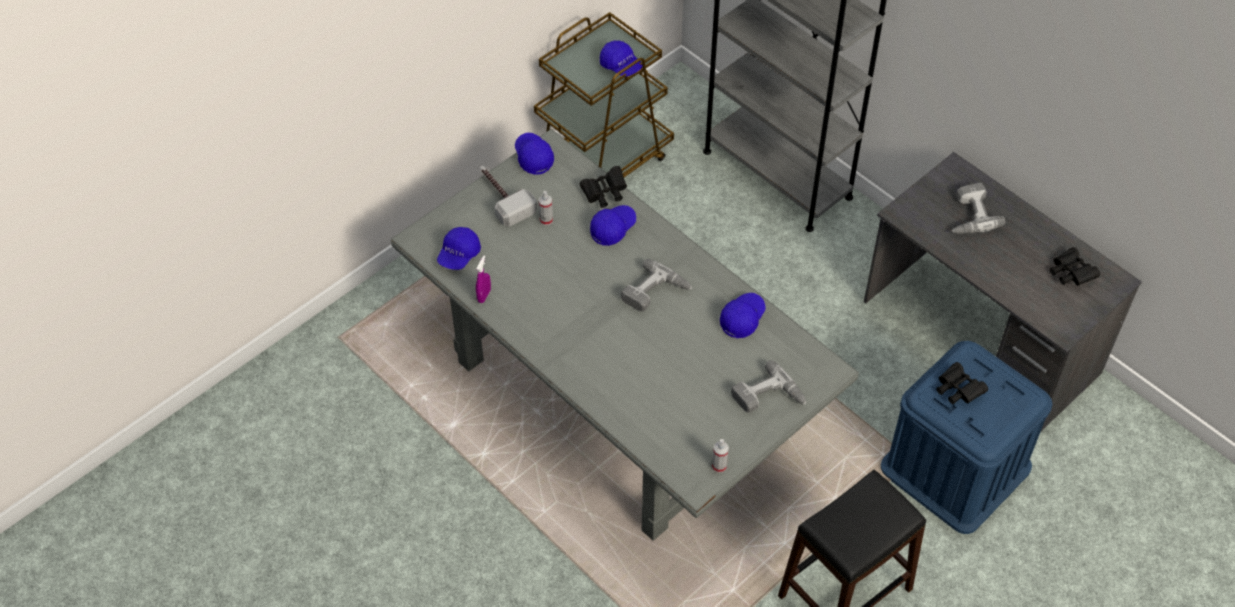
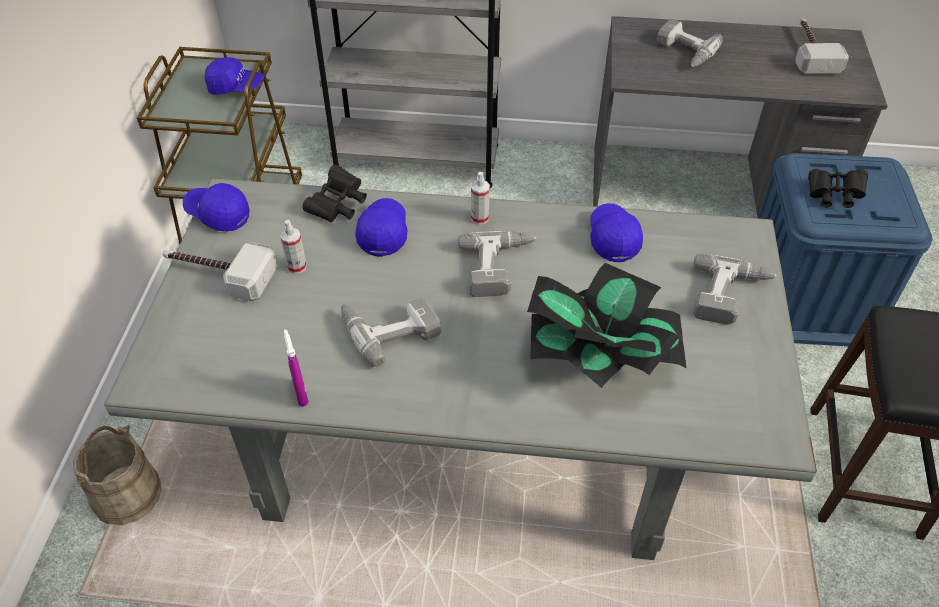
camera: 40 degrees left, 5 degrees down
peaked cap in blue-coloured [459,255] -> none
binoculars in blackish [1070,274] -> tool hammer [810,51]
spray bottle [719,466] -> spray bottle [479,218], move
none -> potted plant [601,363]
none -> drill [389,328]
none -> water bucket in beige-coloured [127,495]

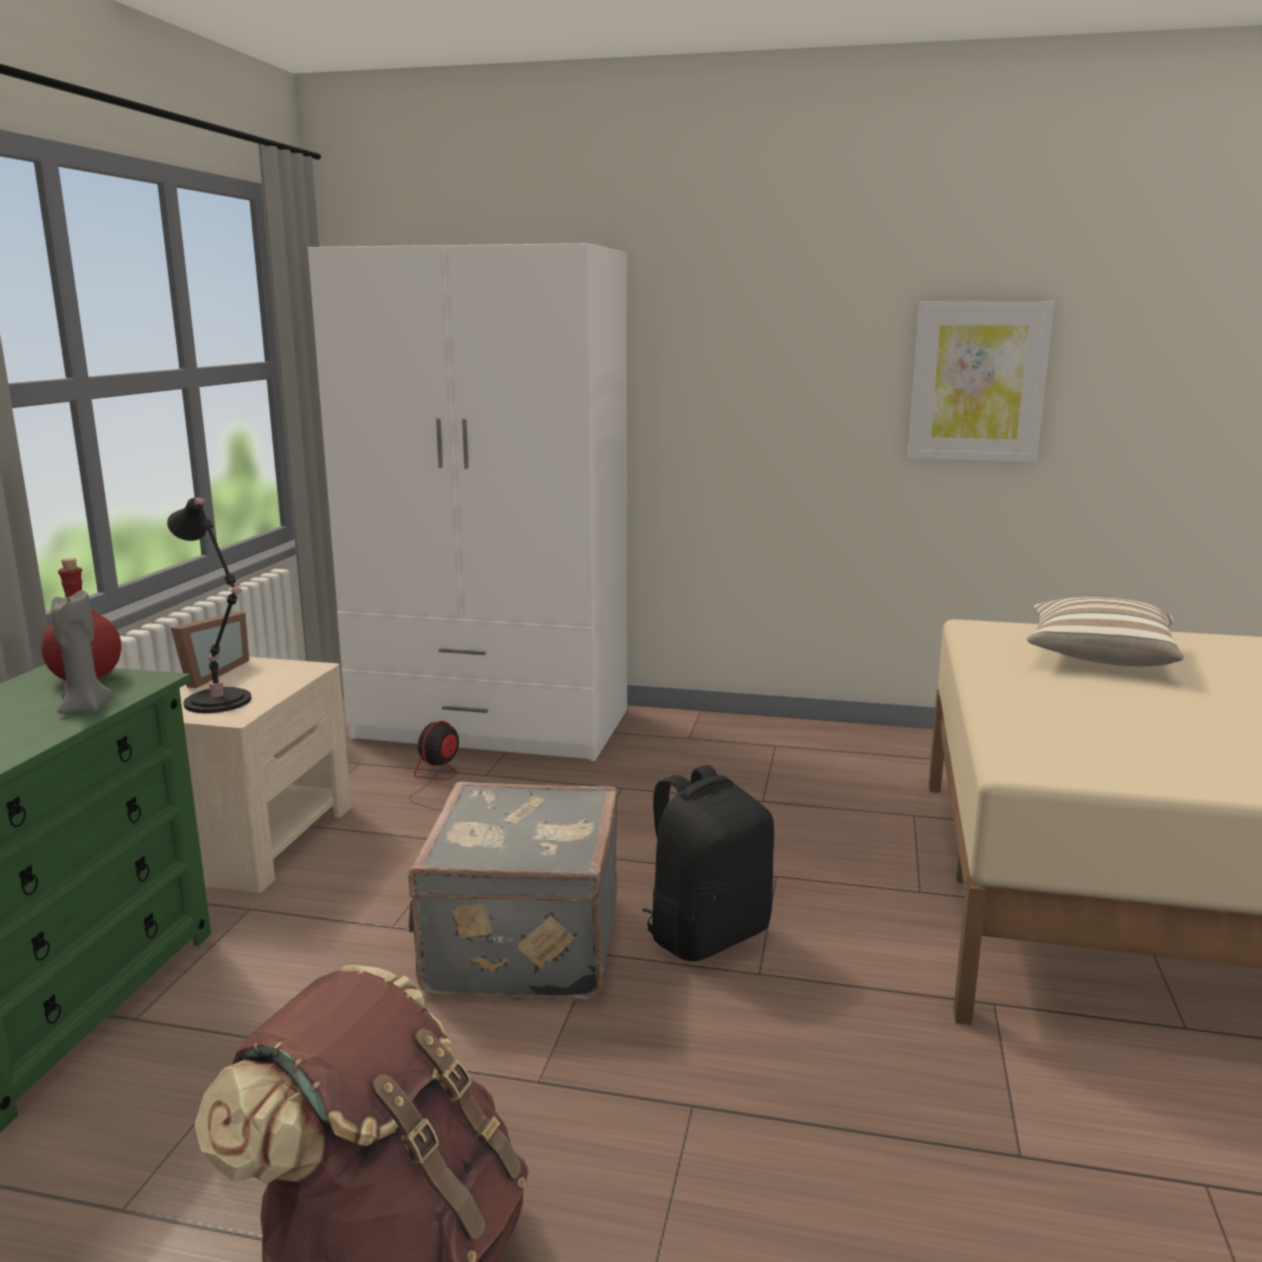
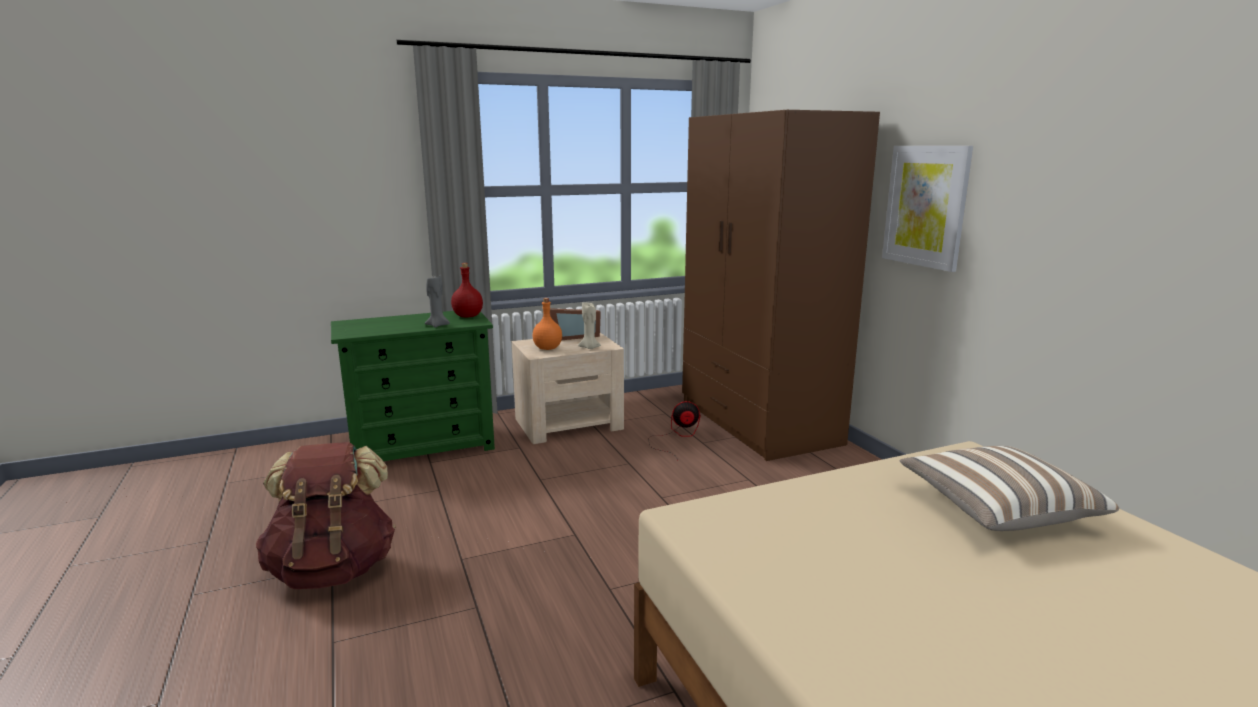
camera: 55 degrees right, 0 degrees up
wardrobe in whitish [493,725] -> wardrobe in brownish [757,422]
wall picture [978,382] -> wall picture [926,206], move
table lamp in blackish [220,703] -> drink bottle in orangey [547,348]
knapsack in blackish [707,934] -> none
travel case in greyish [519,945] -> none
none -> wax light in beige-coloured [589,348]

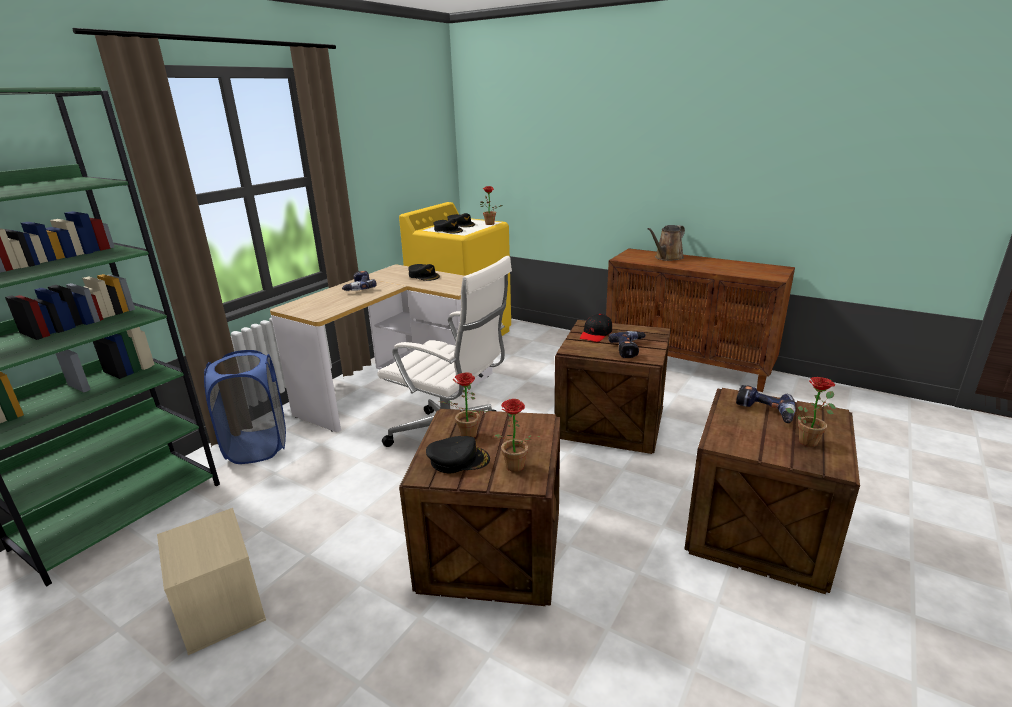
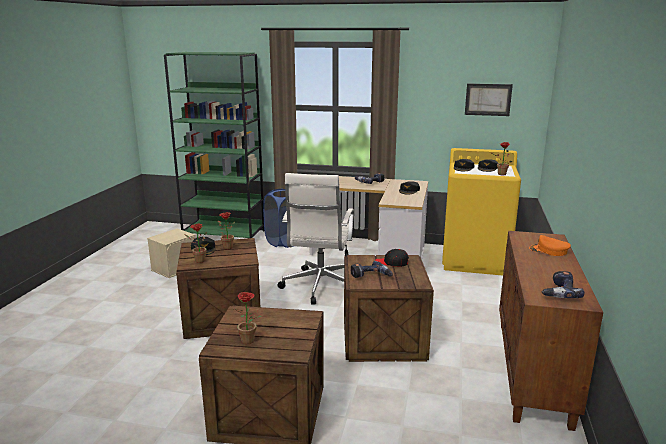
camera: 70 degrees right, 5 degrees down
watering pot in brownish [667,258] -> peaked cap in orangey [549,250]
drill [763,412] -> drill [558,292], move
none -> wall picture [488,99]

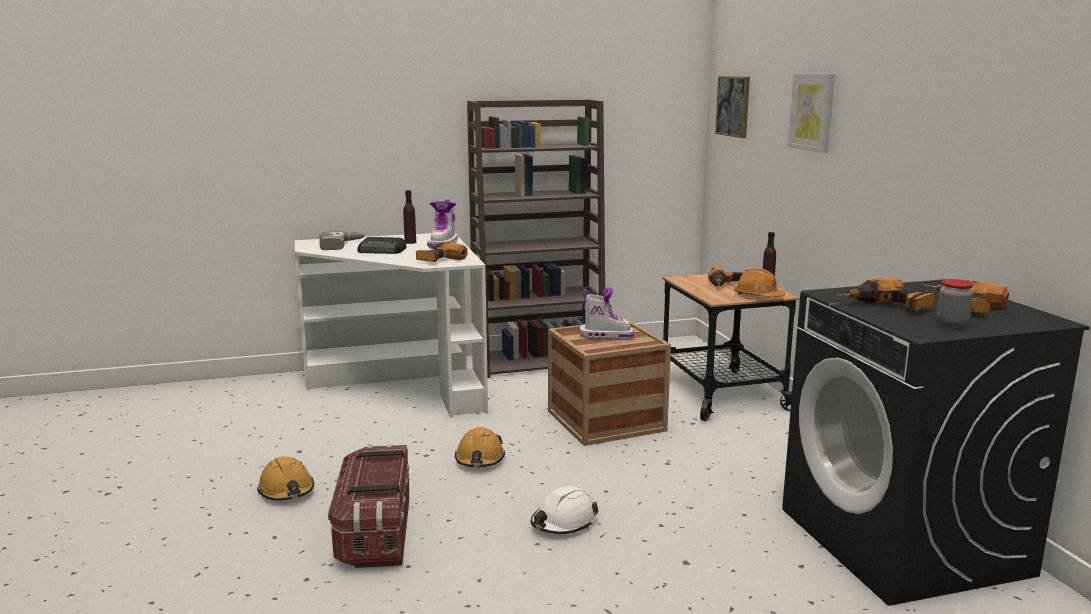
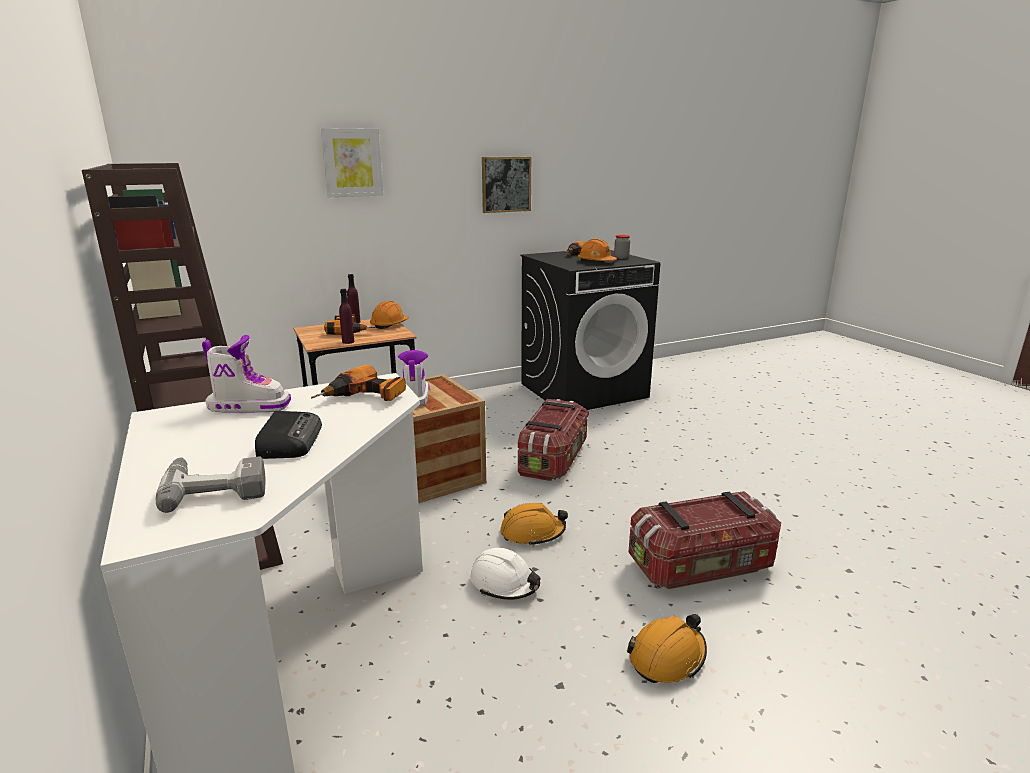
camera: 100 degrees left, 5 degrees up
wall picture [733,106] -> wall picture [506,184], move
drink bottle in purple-coloured [410,242] -> drink bottle in purple-coloured [348,342], move
drill [888,307] -> work helmet in orangey [596,262]
work helmet in whitish [563,522] -> work helmet in whitish [504,583], move
none -> storage box [554,458]

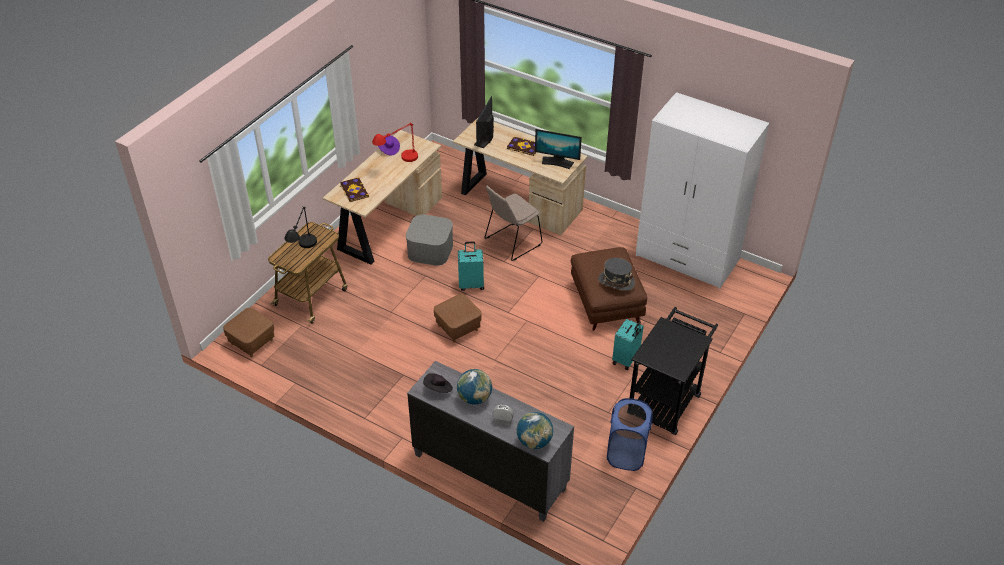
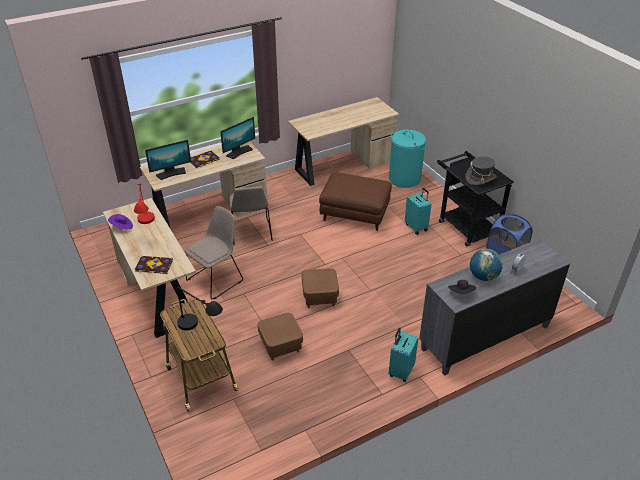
camera: 60 degrees left, 5 degrees down
wardrobe in whitish [687,258] -> desk unit in beige-coloured [342,165]
computer screen [485,138] -> computer screen [171,173], 75 degrees counterclockwise
storage box in greyish [430,250] -> upright chair in beige-coloured [216,279]
travel case in turquoise-coloured [471,284] -> travel case in turquoise-coloured [400,371], move
clothing hat in greyish [616,282] -> clothing hat in greyish [480,178], move
pouffe in brownish [252,342] -> pouffe in brownish [281,346], move
globe [534,441] -> none
none -> laundry basket in turquoise-coloured [405,179]

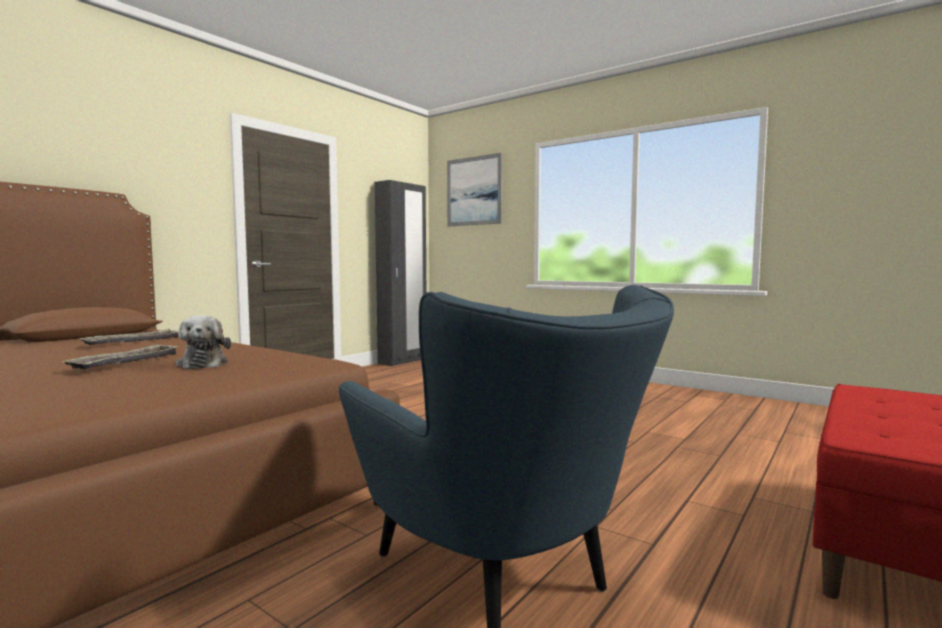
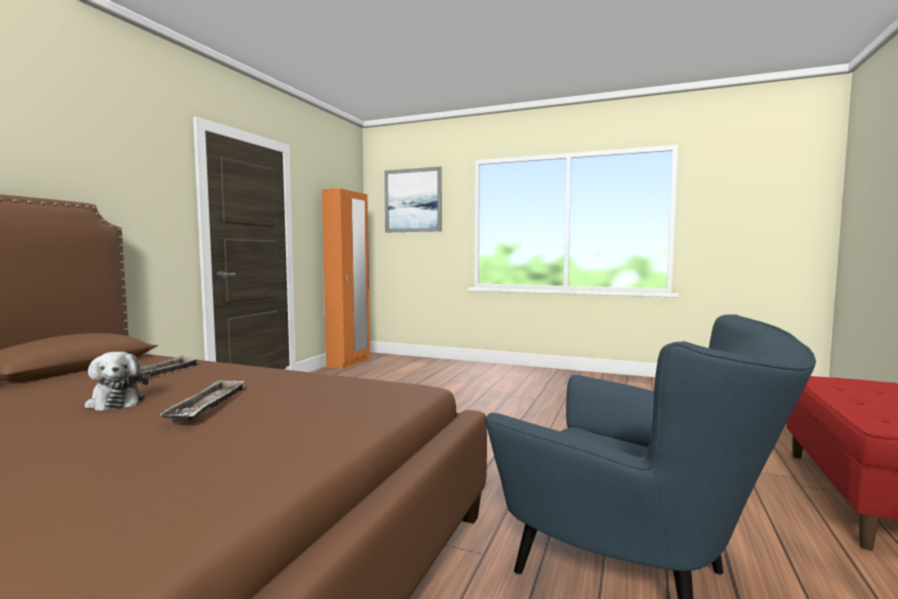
camera: 15 degrees left, 0 degrees up
wardrobe in blackish [403,361] -> wardrobe in orangey [349,363]
plush toy [203,363] -> plush toy [116,402], move

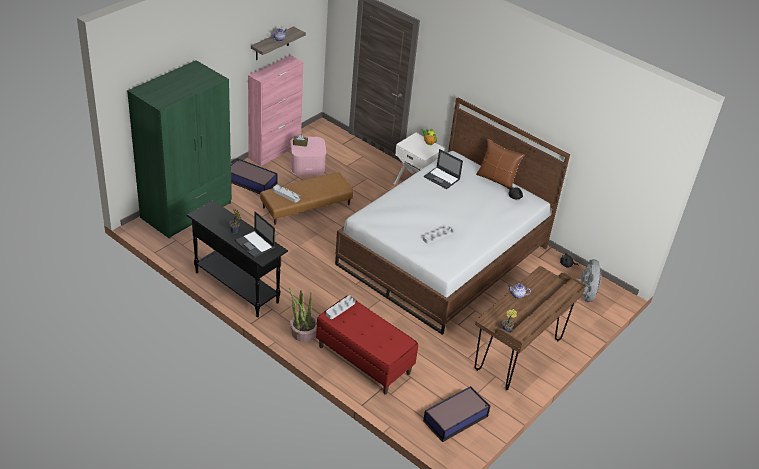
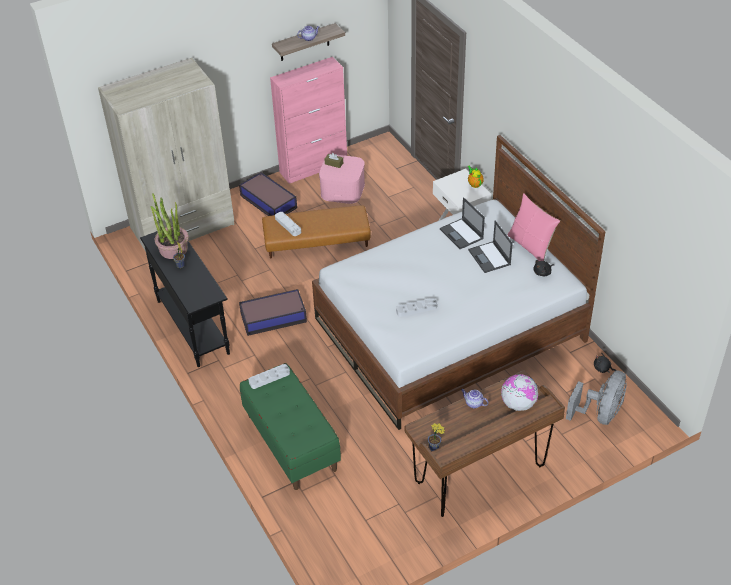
camera: 25 degrees right, 5 degrees up
wardrobe in greenish [187,210] -> wardrobe in beige-coloured [183,226]
pillow in brownish [496,179] -> pillow in pink [530,246]
notebook computer [255,244] -> notebook computer [489,257], move
potted plant [303,332] -> potted plant [173,249], move
long seat in reddish [364,360] -> long seat in greenish [291,442]
storage box [456,418] -> storage box [274,318], move
none -> globe [518,404]

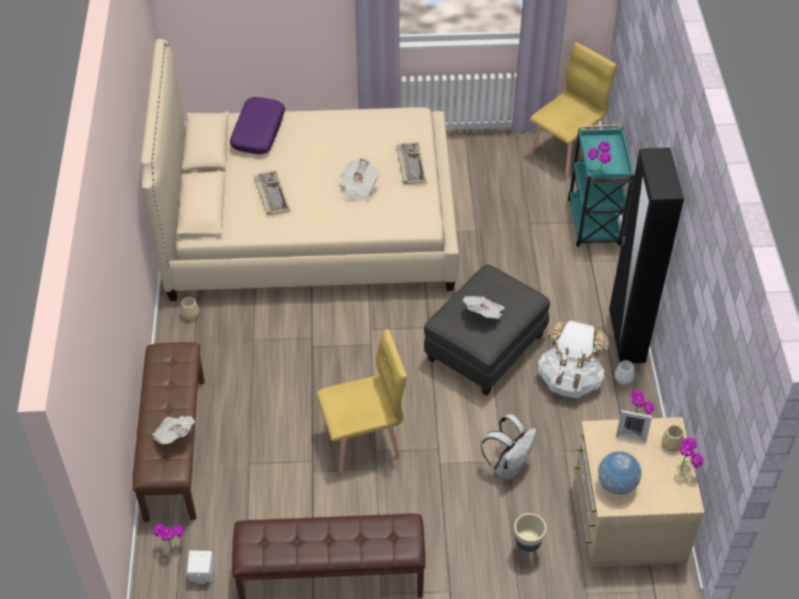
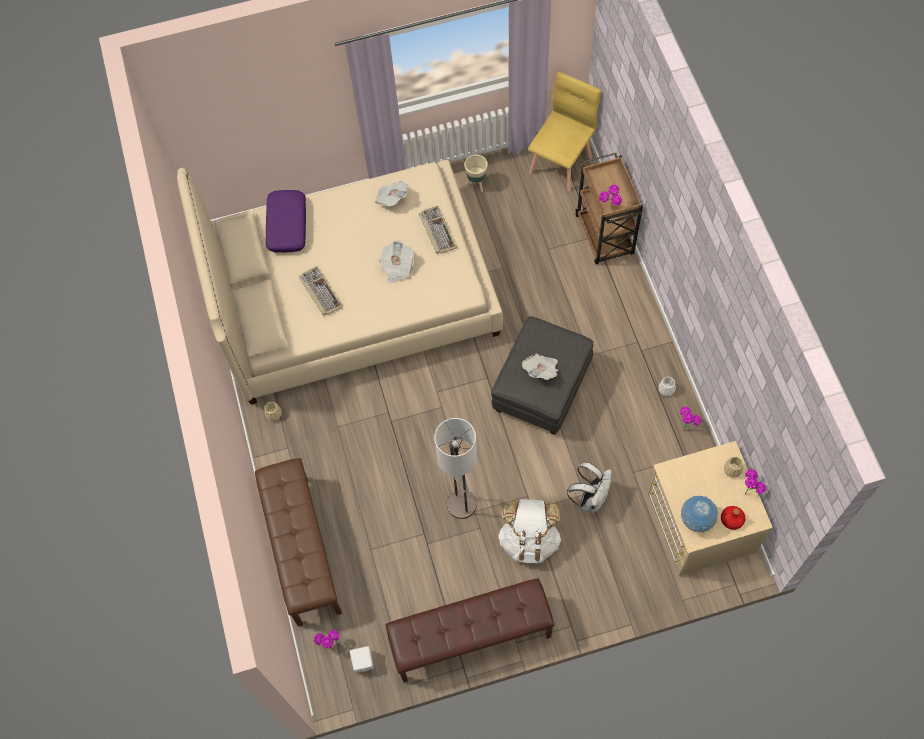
camera: 10 degrees left, 15 degrees up
cart in turquoise-coloured [594,224] -> cart in brownish [605,236]
wardrobe in blackish [626,338] -> none
knapsack in whitish [570,379] -> knapsack in whitish [529,540], move
upright chair in yellow-coloured [363,441] -> floor lamp [461,504]
picture frame [631,435] -> none
daily paper [174,435] -> daily paper [391,198], move
flower pot in beige-coloured [526,551] -> flower pot in beige-coloured [476,184], move
none -> drink bottle in reddish [732,519]

